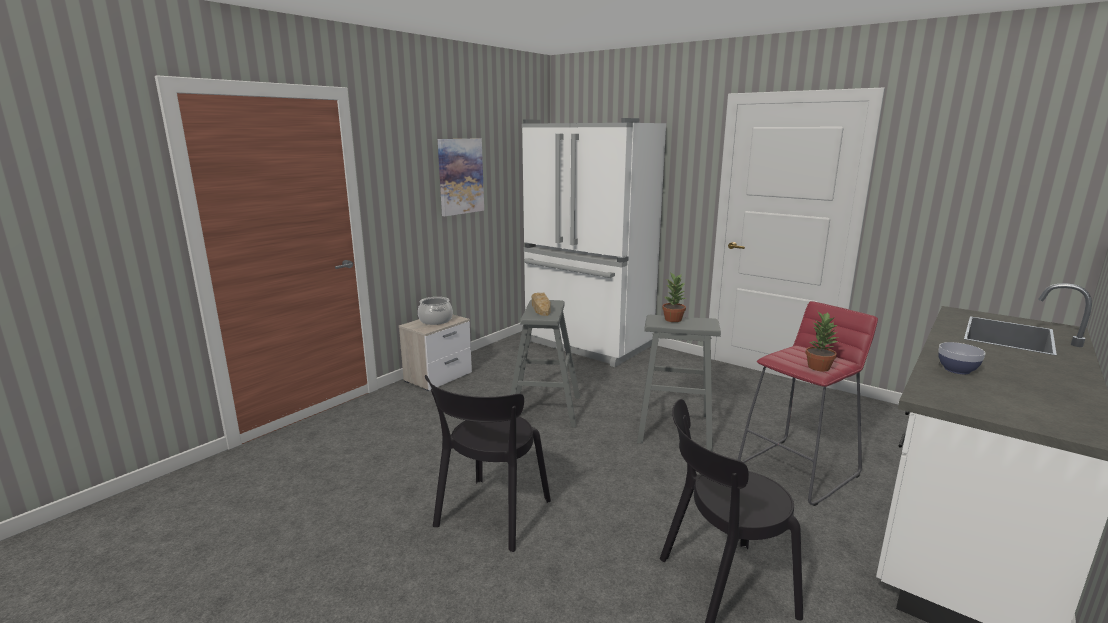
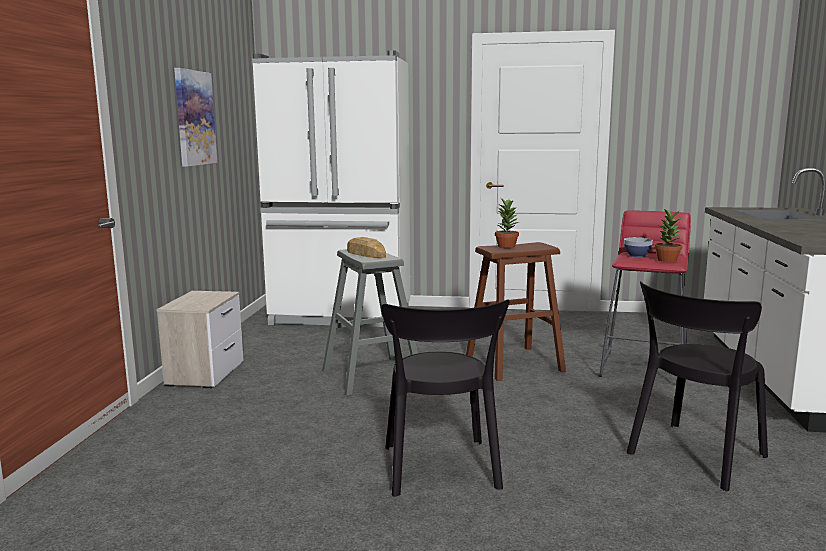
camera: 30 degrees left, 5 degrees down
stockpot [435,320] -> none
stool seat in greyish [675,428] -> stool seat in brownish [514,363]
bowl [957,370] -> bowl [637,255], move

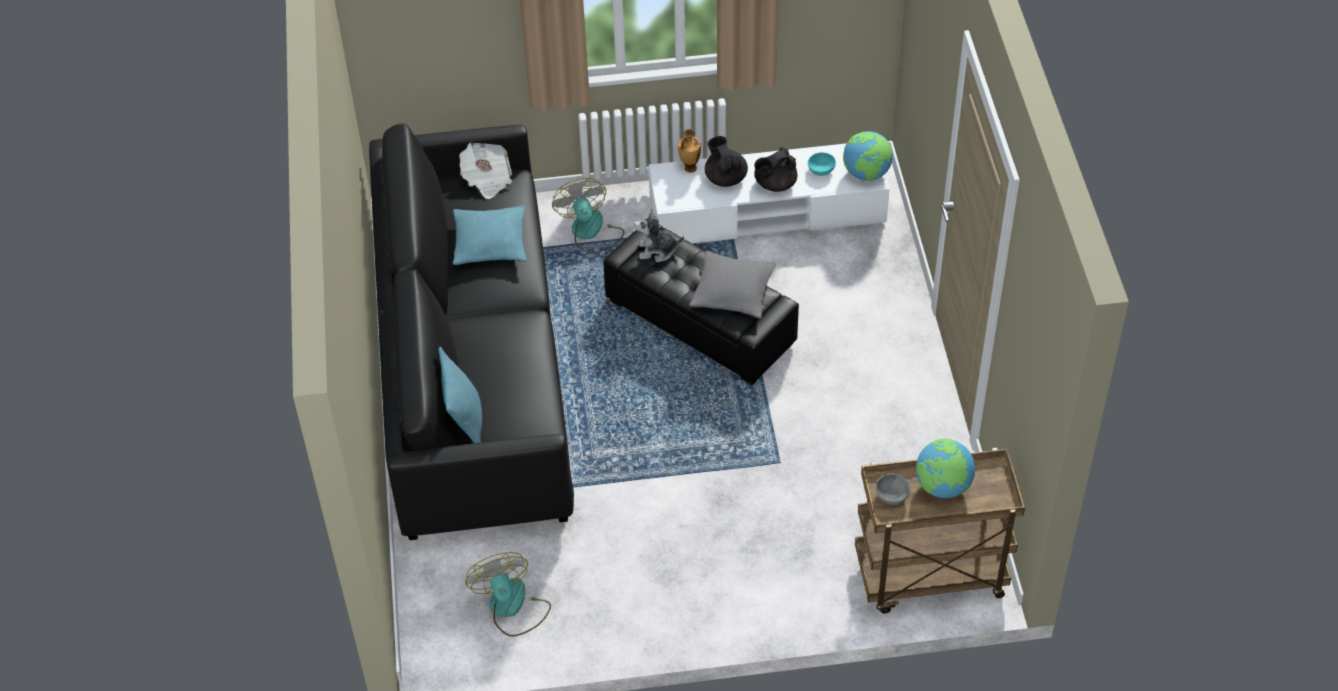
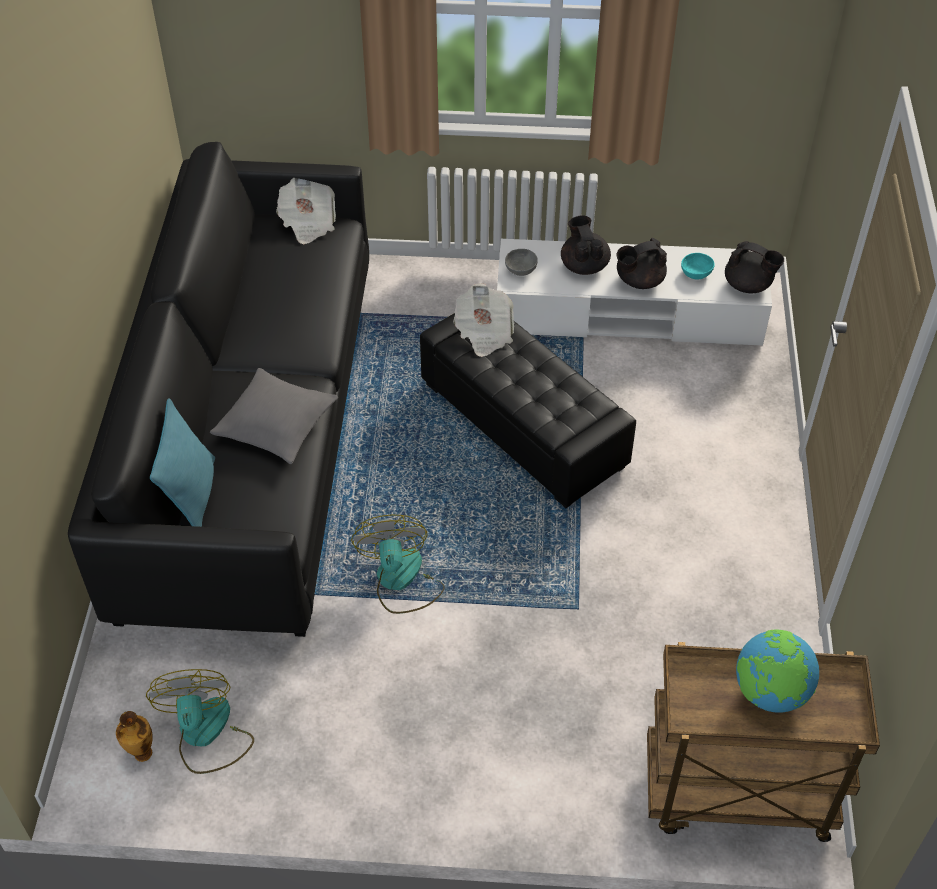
camera: 10 degrees right, 0 degrees up
vase [689,168] -> vase [141,753], move
globe [866,174] -> teapot in blackish [748,285]
fan [590,232] -> fan [401,581], move
pillow in turquoise-coloured [490,243] -> none
plush toy [657,251] -> daily paper [484,333]
pillow in greyish [732,292] -> pillow in greyish [276,424], move
bowl in greyish [891,496] -> bowl in greyish [520,270], move

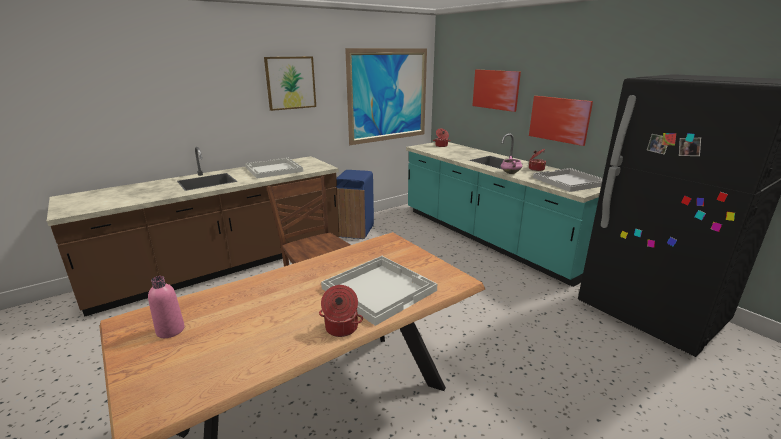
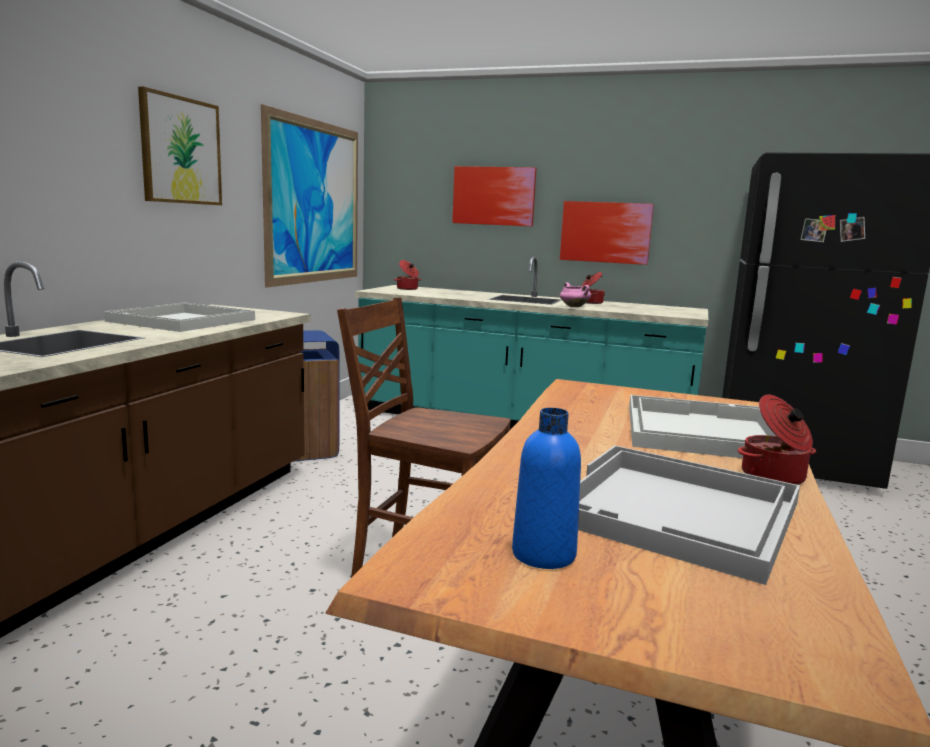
camera: 35 degrees left, 10 degrees down
carrying tray in whitish [569,181] -> carrying tray in whitish [675,511], move
drink bottle in pink [170,330] -> drink bottle in blue-coloured [543,554]

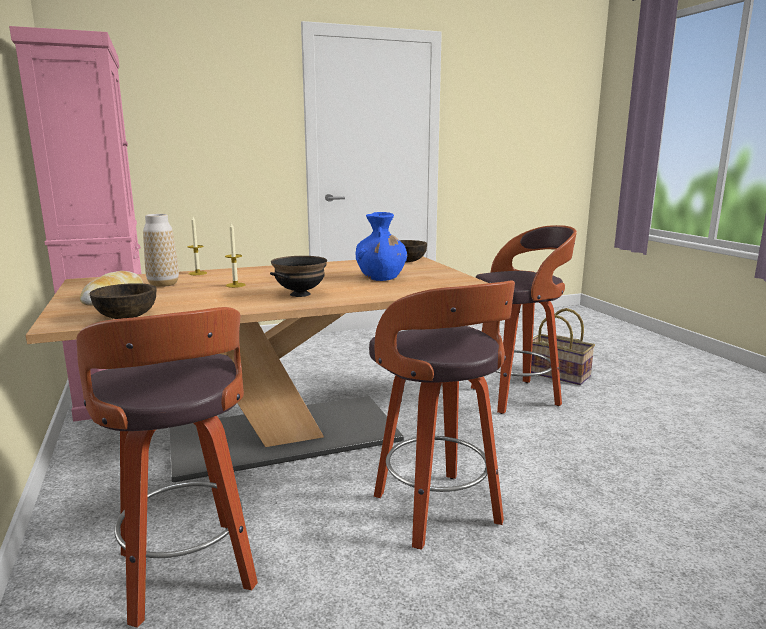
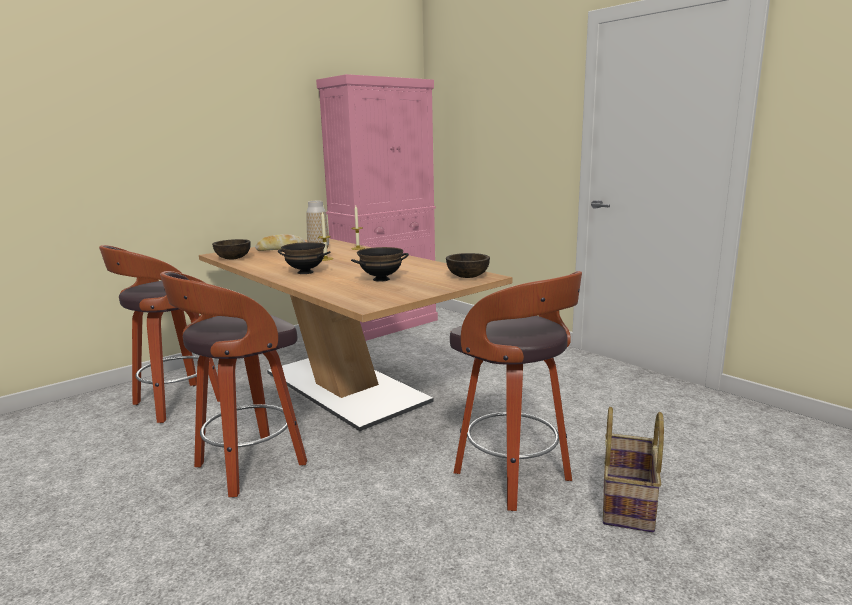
camera: 70 degrees right, 0 degrees up
vase in blue-coloured [381,278] -> bowl in blackish [381,279]

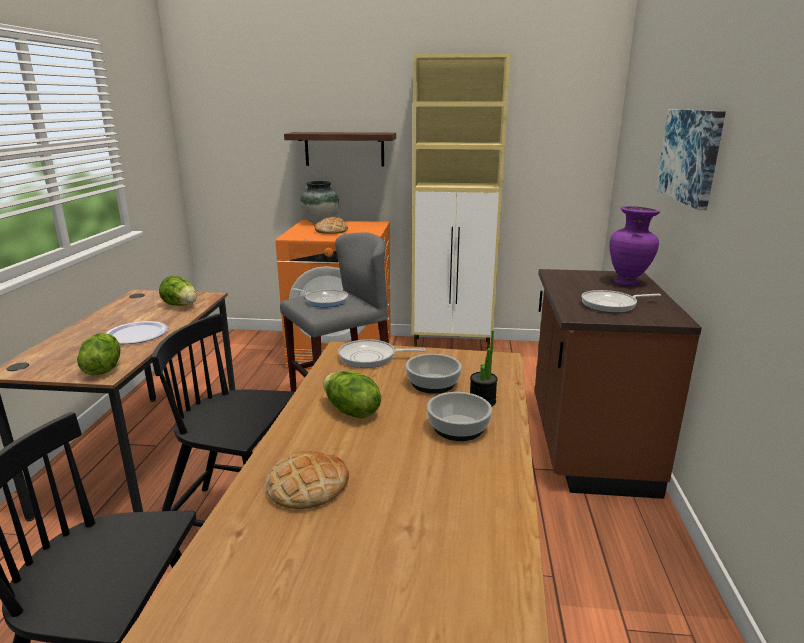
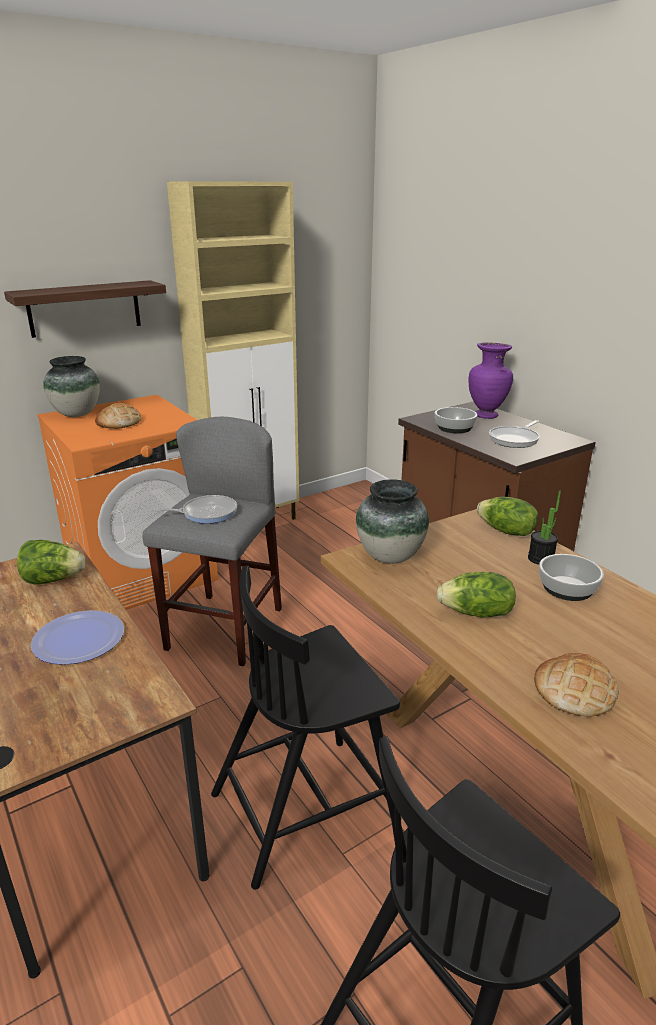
camera: 40 degrees left, 5 degrees up
wall picture [691,155] -> none
lettuce [102,369] -> lettuce [506,531], move
pan [371,357] -> vase [391,557]
bowl [433,383] -> bowl [455,428], move

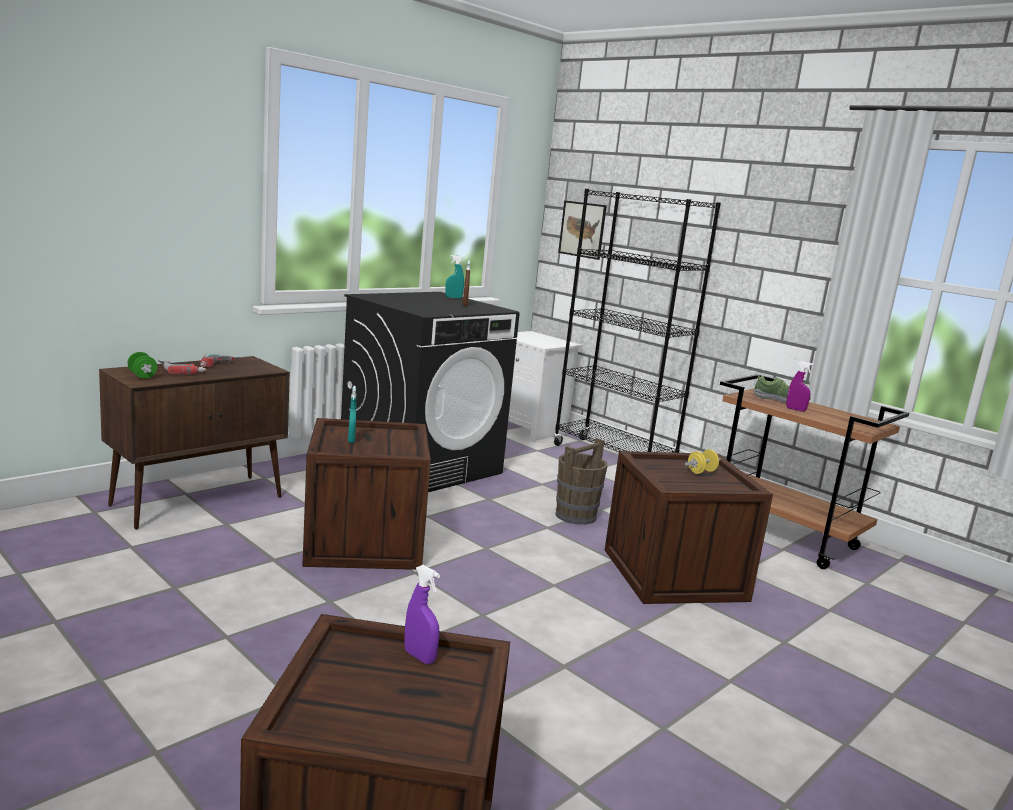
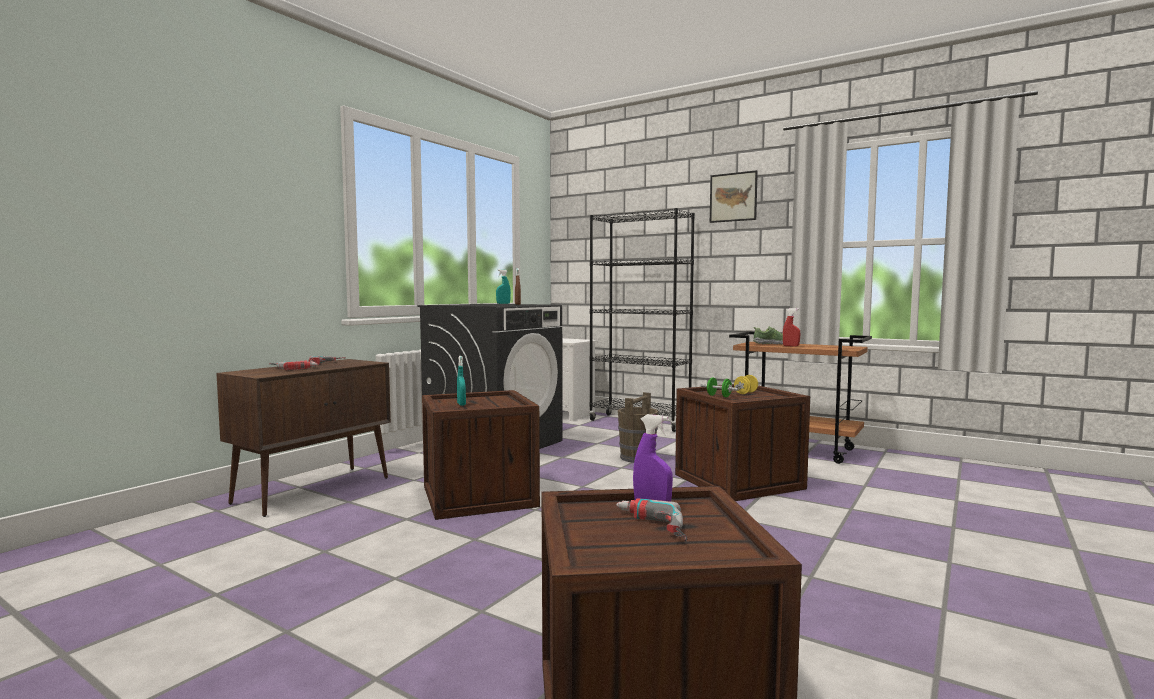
camera: 10 degrees left, 10 degrees down
wall picture [582,229] -> wall picture [733,197], move
dumbbell in greenish [142,376] -> dumbbell in greenish [719,396], move
spray bottle in purple-coloured [795,409] -> spray bottle in reddish [791,346]
none -> drill [649,528]

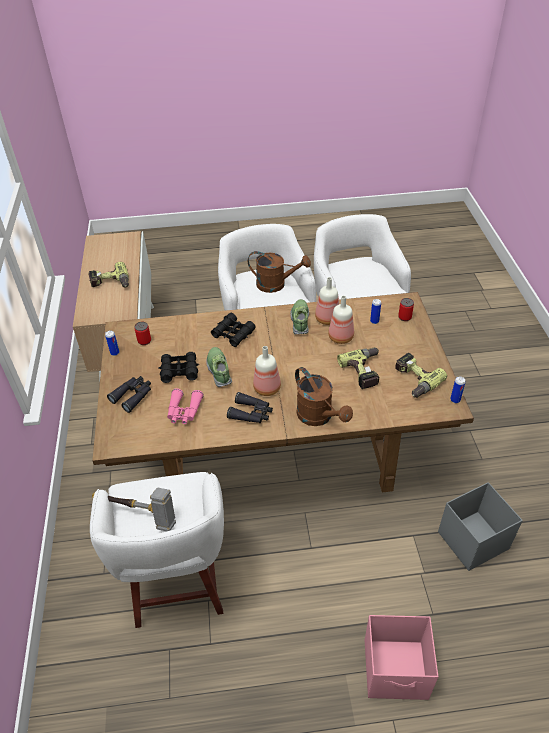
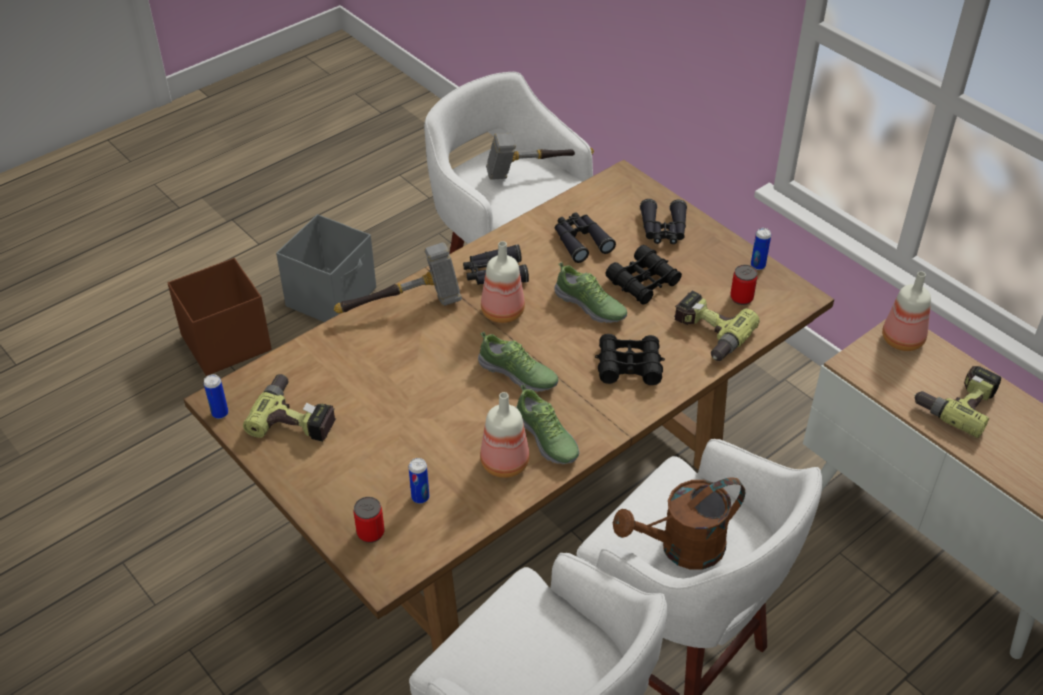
camera: 145 degrees right, 0 degrees up
drink bottle [340,337] -> drink bottle [903,339], move
drill [365,371] -> drill [707,335], move
watering pot in brownish [319,417] -> tool hammer [403,307]
binoculars in pink [184,411] -> binoculars in blackish [580,241]
storage box in greyish [471,540] -> storage box in greyish [332,297], move
storage box in pink [396,670] -> storage box in brownish [225,343]
none -> shoe [518,374]

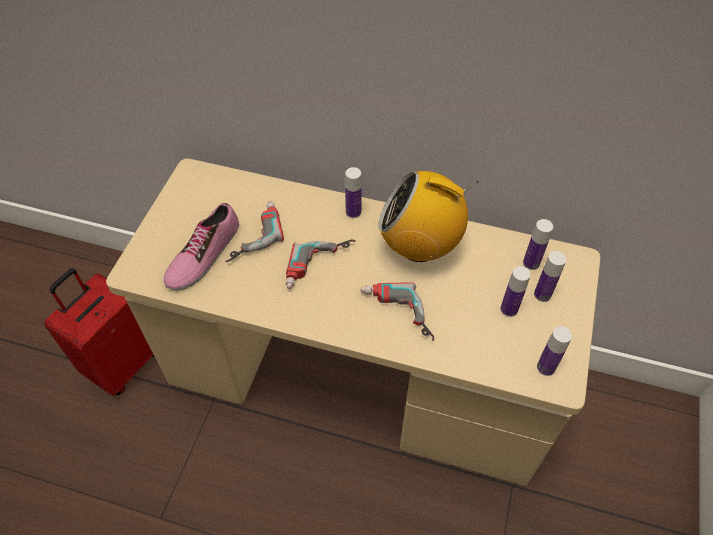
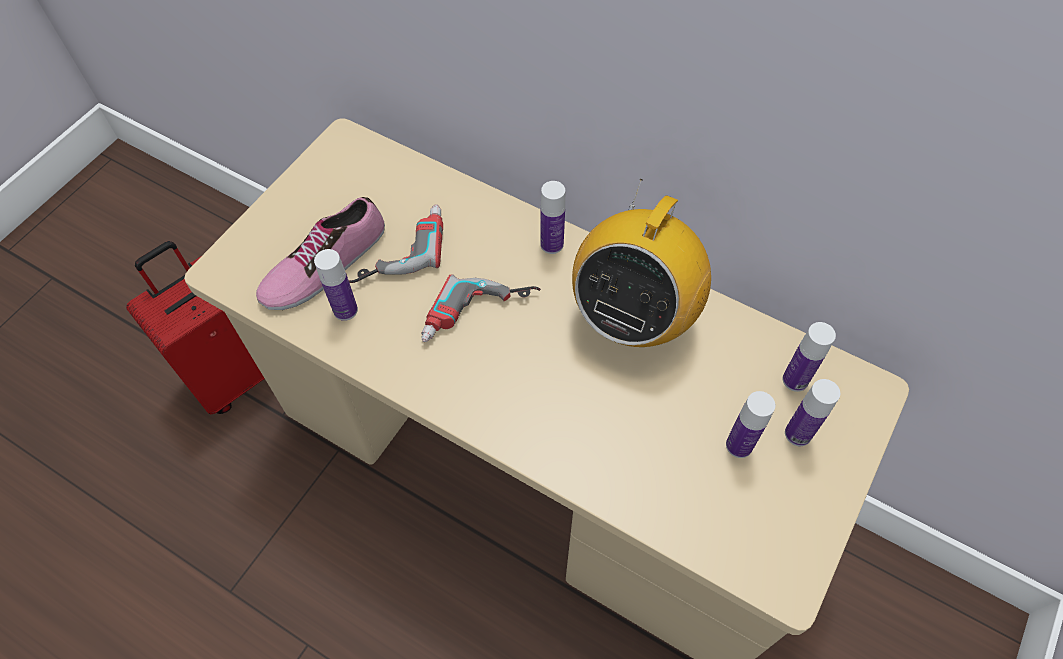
camera: 15 degrees right, 5 degrees up
radio [419,245] -> radio [633,316], 90 degrees counterclockwise
drill [395,315] -> none
drink bottle [546,367] -> drink bottle [345,310], move

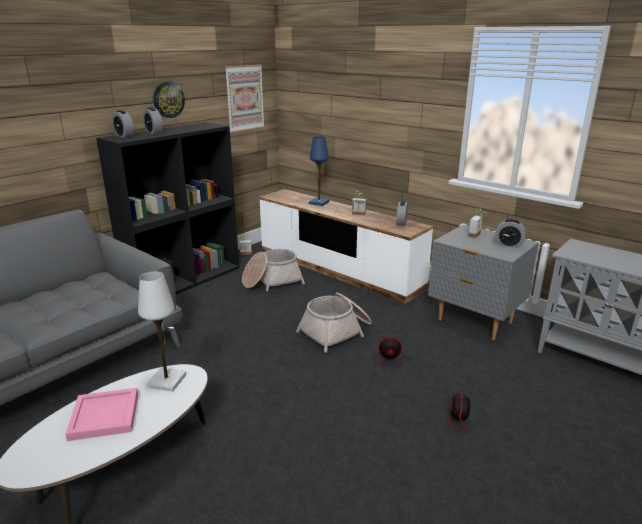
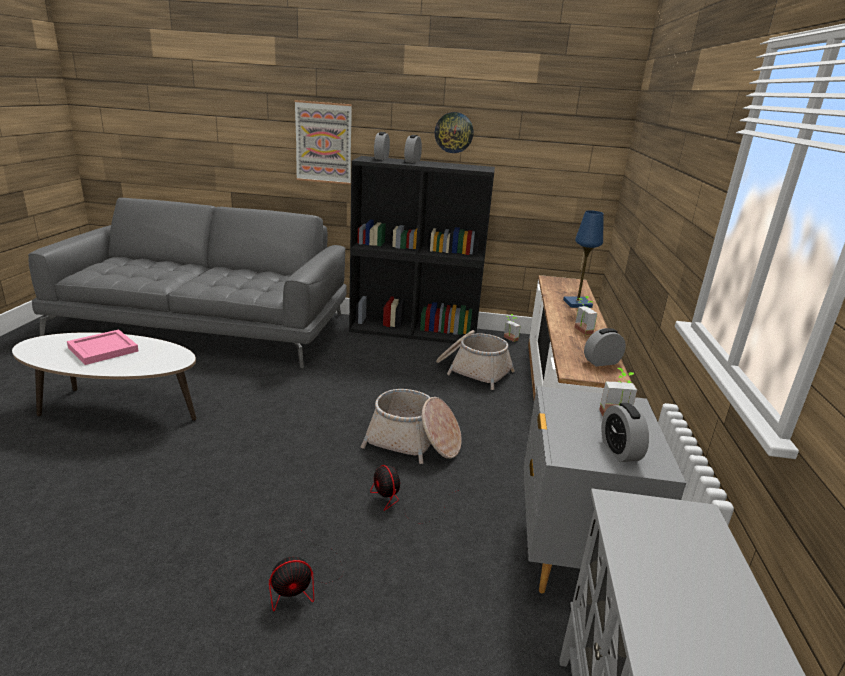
camera: 55 degrees right, 0 degrees up
wall picture [244,98] -> wall picture [323,143], move
table lamp in whitish [167,381] -> none

